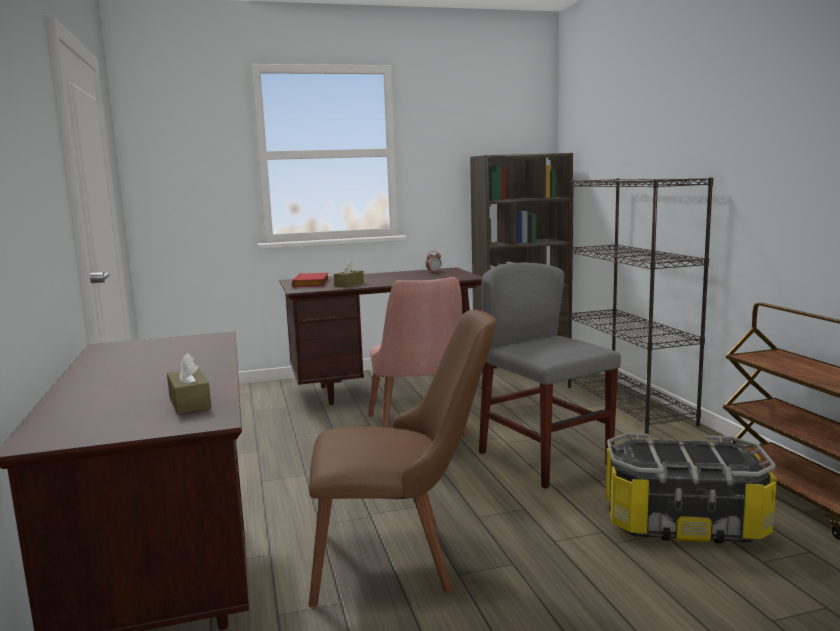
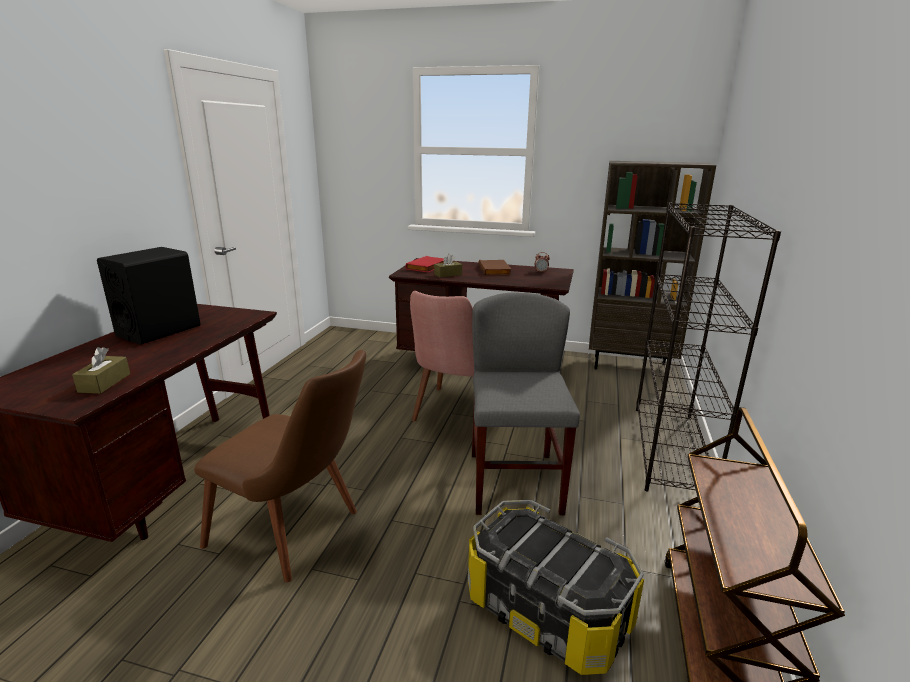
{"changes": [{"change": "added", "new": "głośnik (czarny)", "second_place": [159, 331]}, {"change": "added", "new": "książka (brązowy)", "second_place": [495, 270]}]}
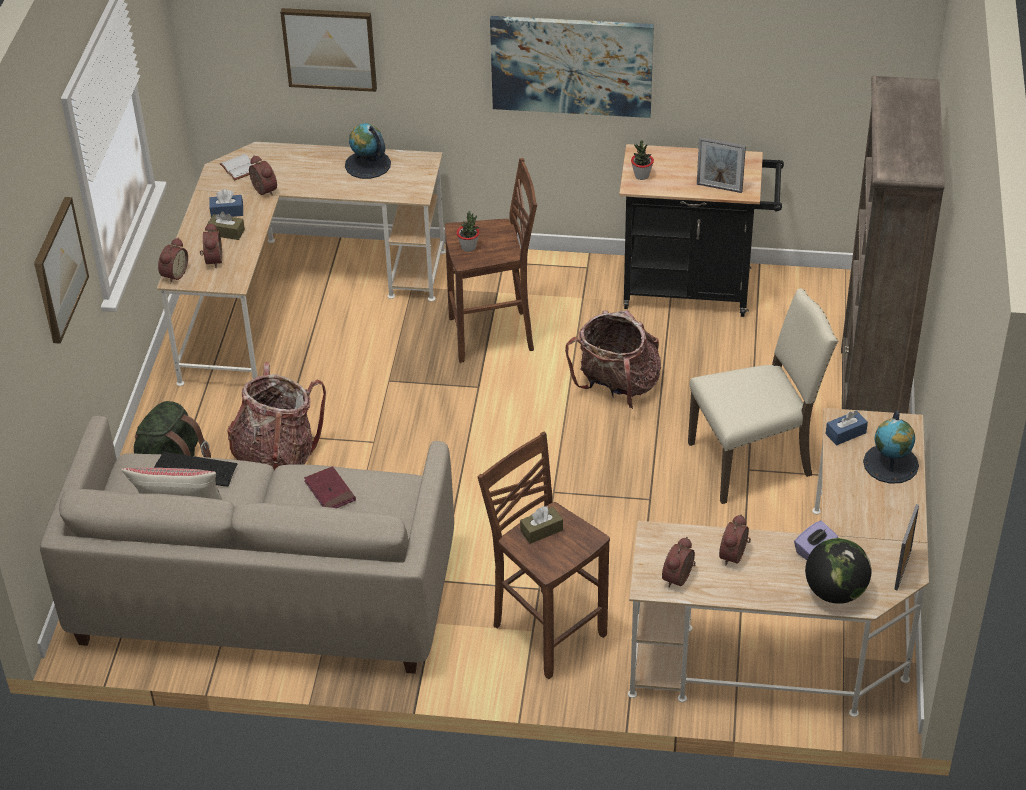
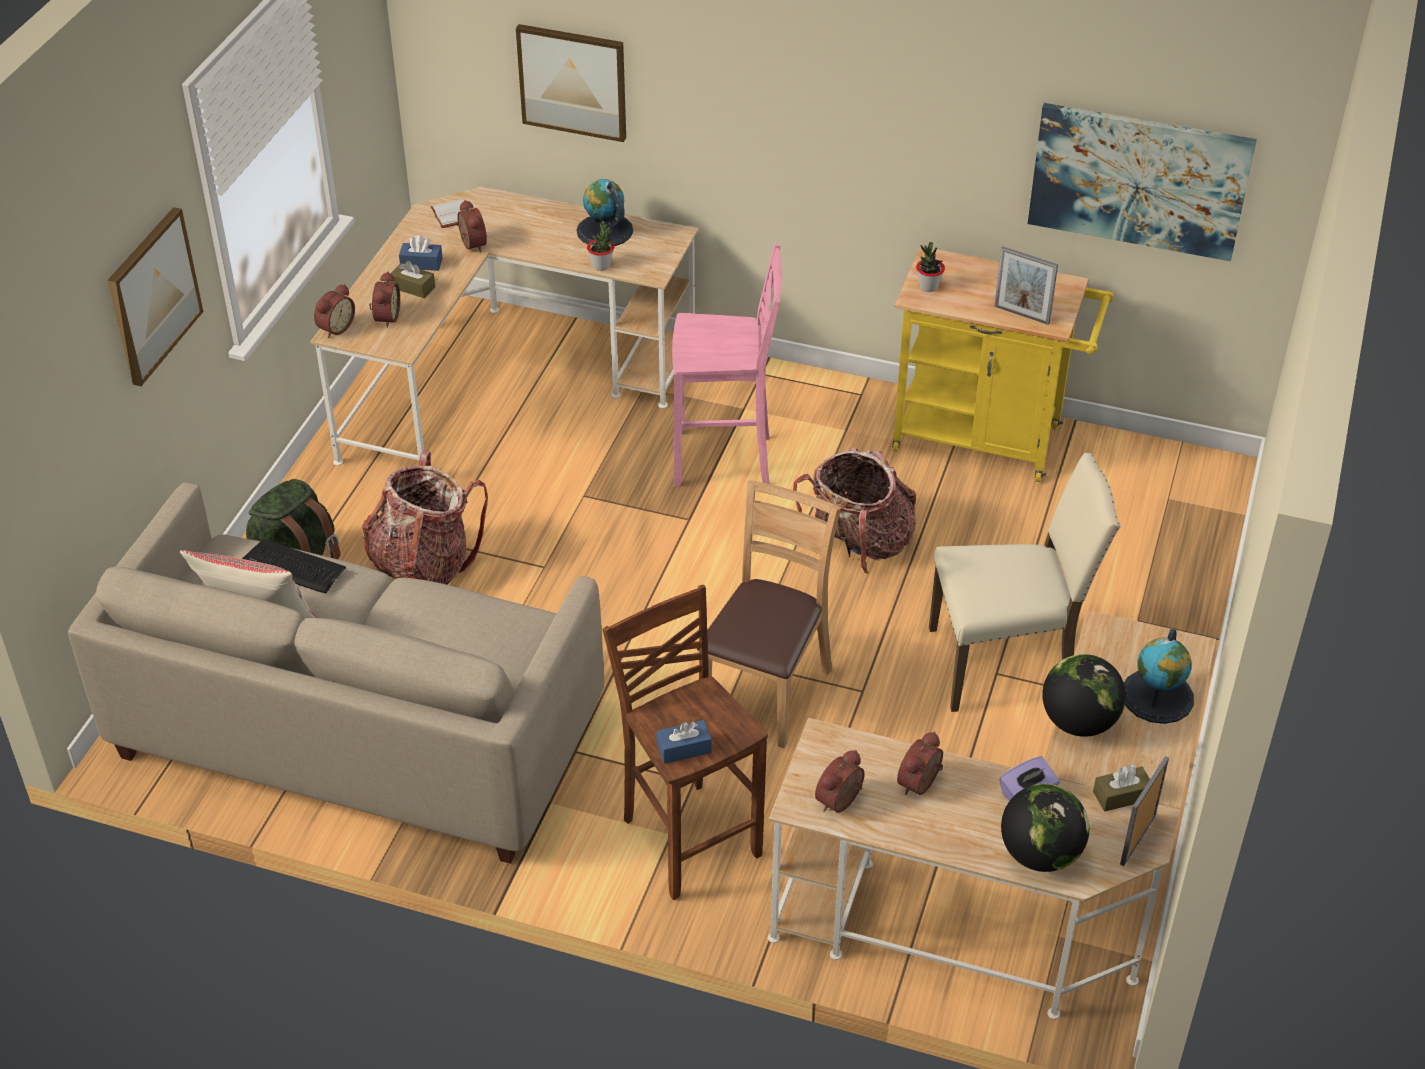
{"changes": [{"change": "moved", "old": "obraz", "first_place": [571, 65], "second_place": [1139, 180]}, {"change": "removed", "old": "regał (brązowy)", "first_place": [870, 401]}, {"change": "recoloured", "old": "wózek (czarny)", "new": "wózek (żółty)", "first_place": [695, 289], "second_place": [987, 440]}, {"change": "recoloured", "old": "stołek (brązowy)", "new": "stołek (różowy)", "first_place": [494, 335], "second_place": [725, 460]}, {"change": "moved", "old": "roślina doniczkowa", "first_place": [468, 247], "second_place": [601, 266]}, {"change": "moved", "old": "pudełko chusteczek (niebieski)", "first_place": [845, 433], "second_place": [684, 749]}, {"change": "removed", "old": "książka (czerwony)", "first_place": [330, 491]}, {"change": "moved", "old": "pudełko chusteczek (brązowy)", "first_place": [541, 530], "second_place": [1121, 796]}, {"change": "added", "new": "krzesło (brązowy)", "second_place": [765, 692]}, {"change": "added", "new": "globus", "second_place": [1078, 722]}]}
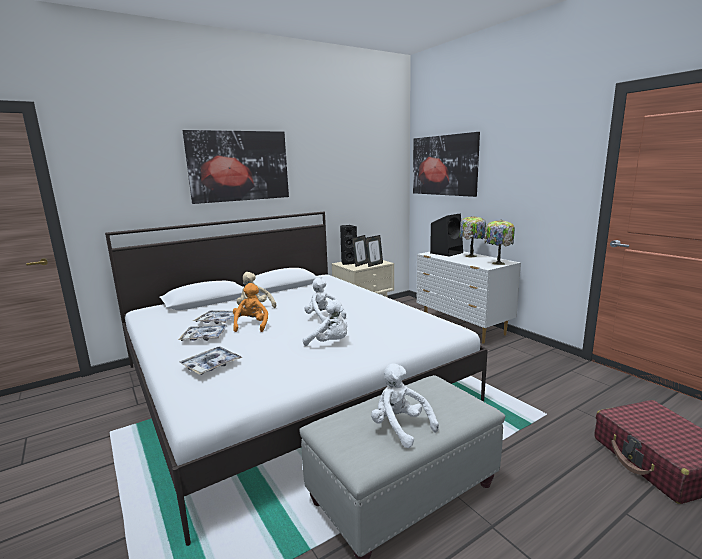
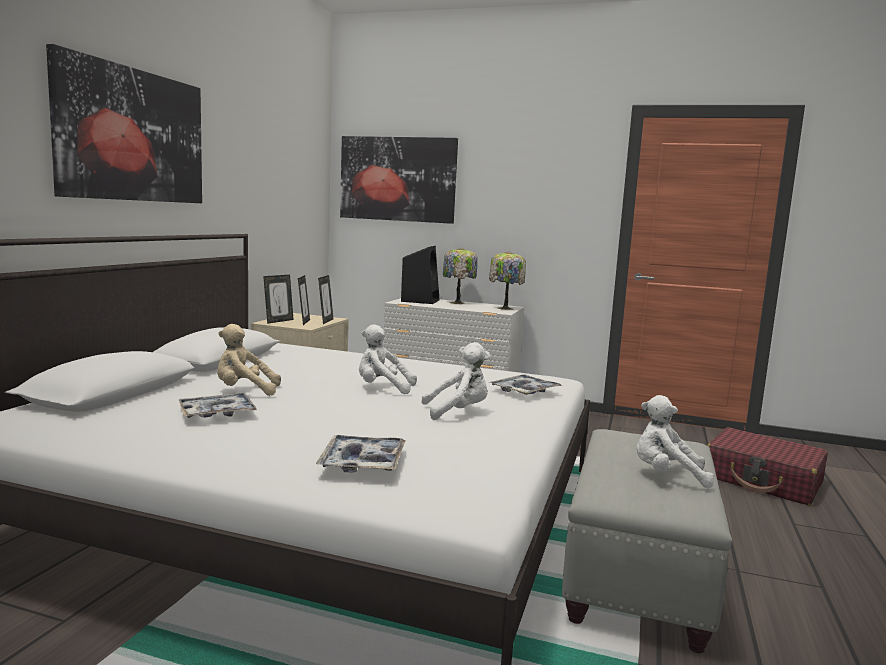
{"changes": [{"change": "replaced", "old": "głośnik (czarny)", "new": "ramka na zdjęcie", "first_place": [348, 262], "second_place": [278, 321]}, {"change": "removed", "old": "pluszak (pomarańczowy)", "first_place": [251, 325]}, {"change": "moved", "old": "taca", "first_place": [204, 337], "second_place": [524, 391]}]}
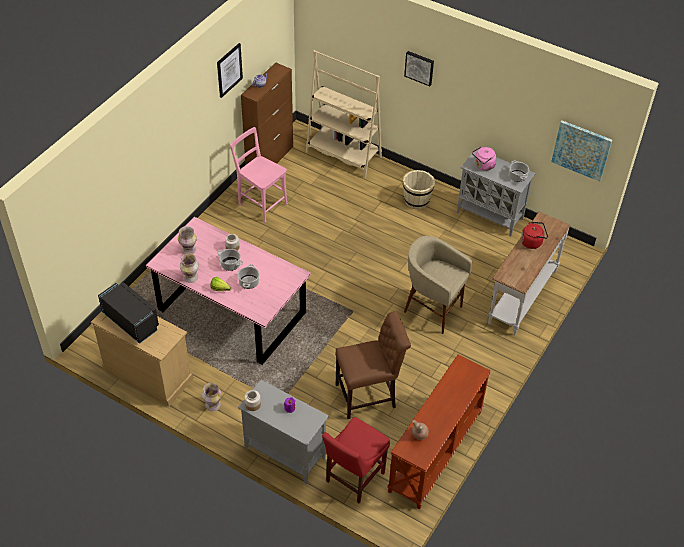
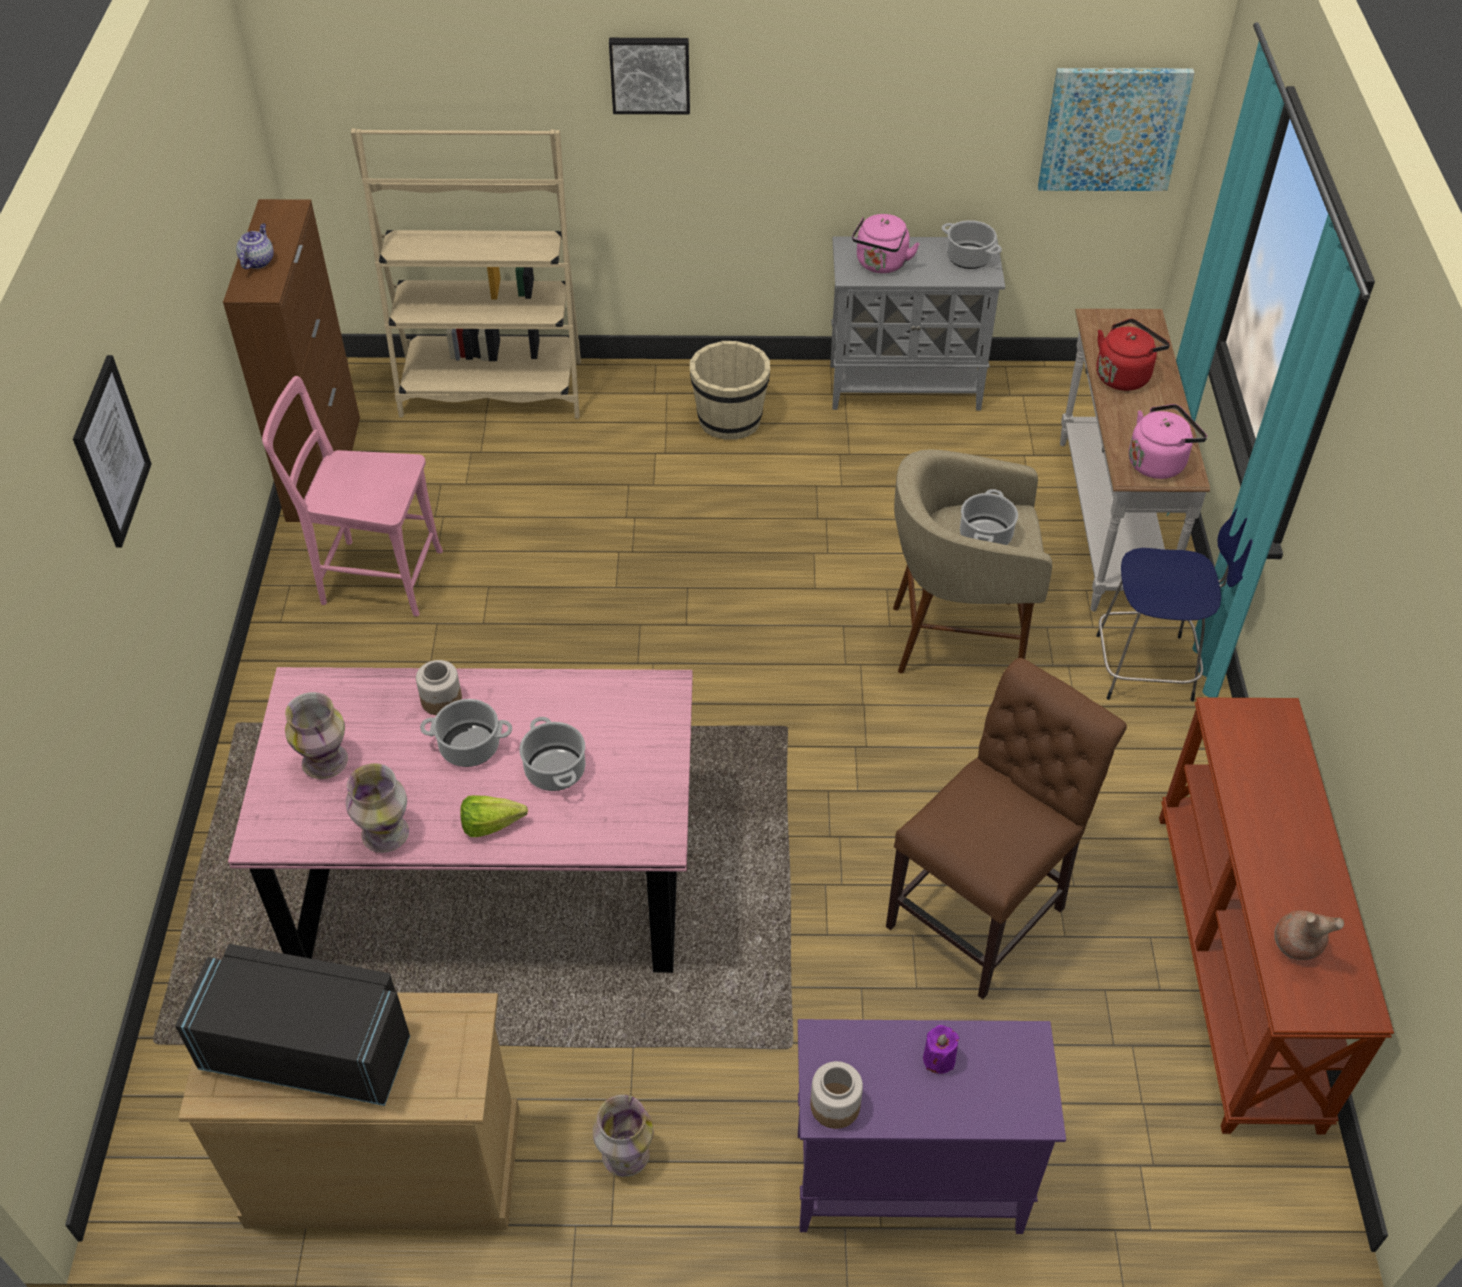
{"changes": [{"change": "moved", "old": "obraz", "first_place": [229, 70], "second_place": [111, 452]}, {"change": "recoloured", "old": "szafka (szary)", "new": "szafka (fioletowy)", "first_place": [284, 453], "second_place": [905, 1182]}, {"change": "removed", "old": "krzesło (czerwony)", "first_place": [353, 479]}, {"change": "added", "new": "czajnik (różowy)", "second_place": [1159, 462]}, {"change": "added", "new": "garnek", "second_place": [985, 535]}, {"change": "added", "new": "stołek (niebieski)", "second_place": [1149, 667]}]}
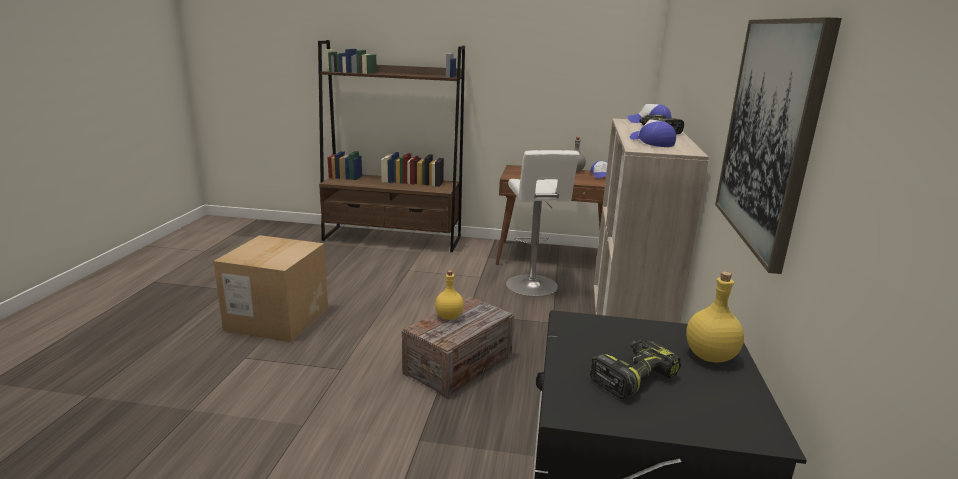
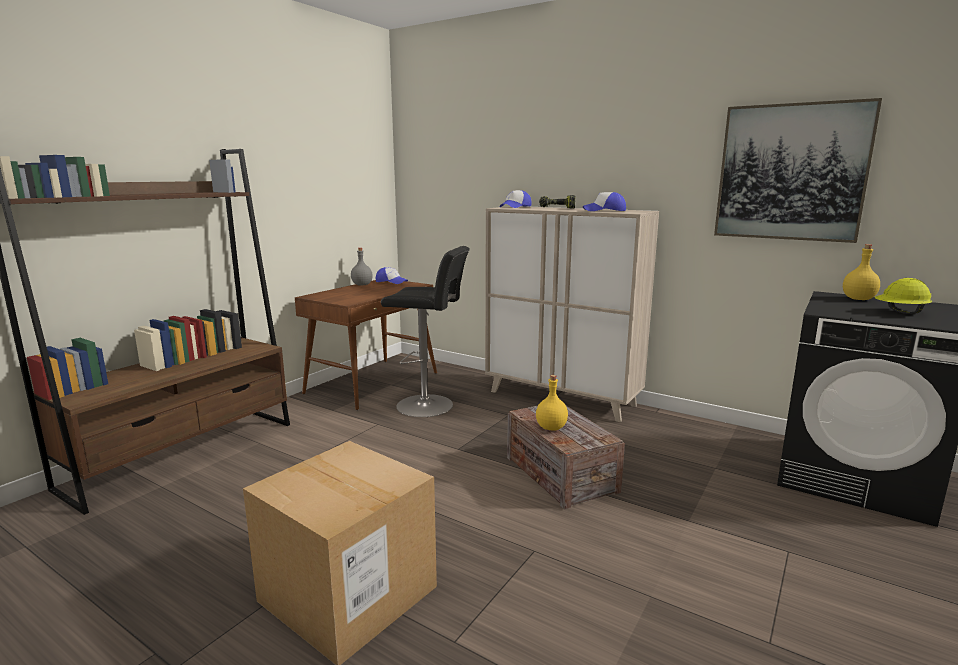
{"changes": [{"change": "recoloured", "old": "stołek (biały)", "new": "stołek (czarny)", "first_place": [533, 287], "second_place": [429, 406]}, {"change": "replaced", "old": "wiertarka", "new": "kask (żółty)", "first_place": [632, 377], "second_place": [900, 312]}]}
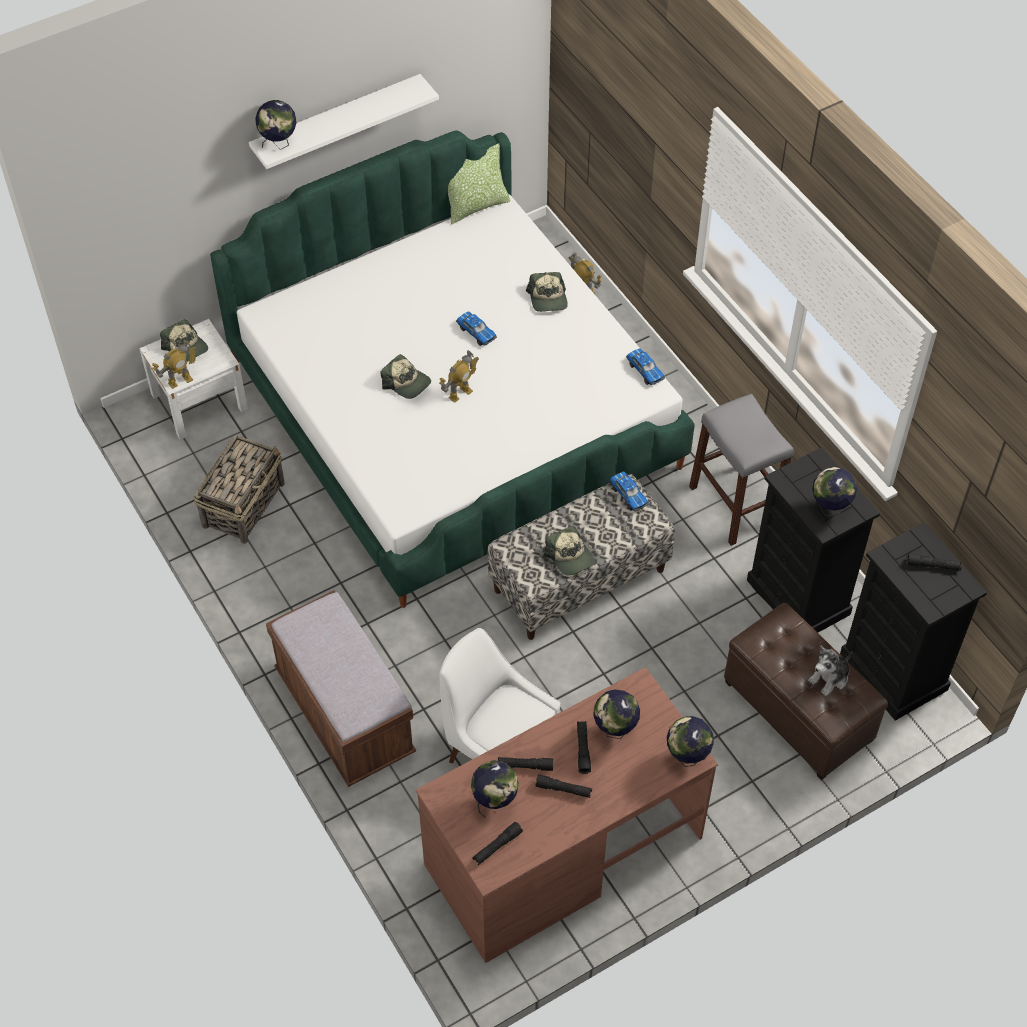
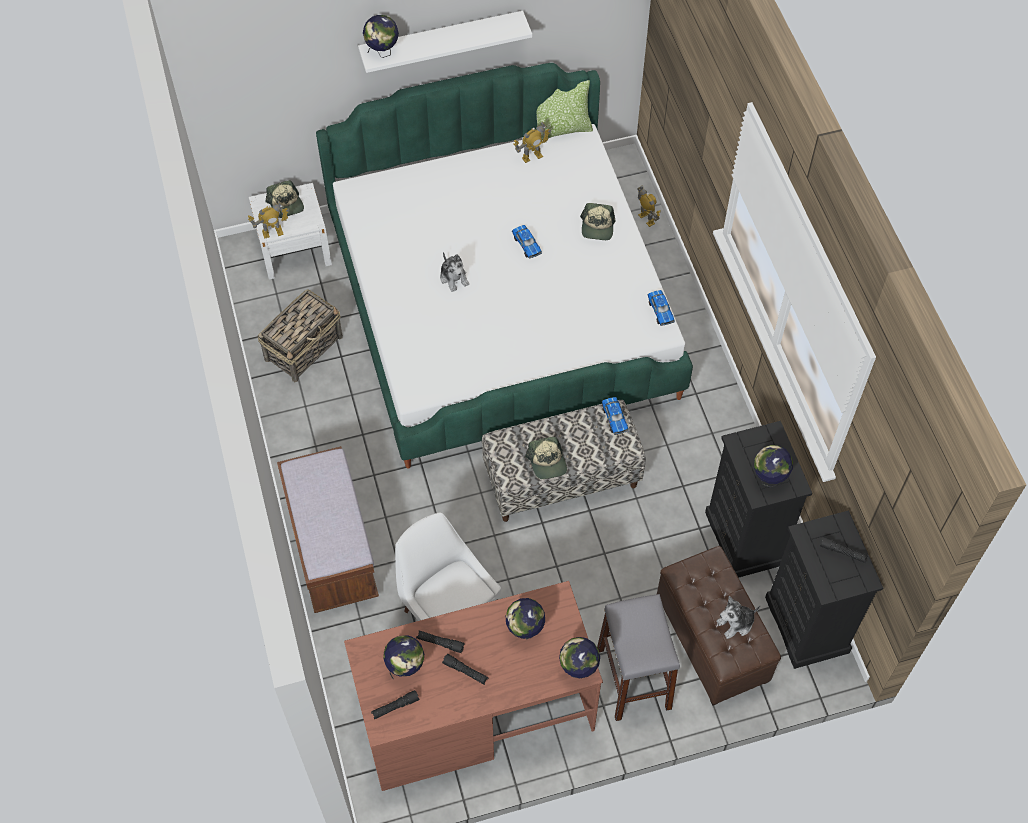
{"changes": [{"change": "moved", "old": "robot zabawkowy", "first_place": [460, 394], "second_place": [532, 157]}, {"change": "replaced", "old": "czapka z daszkiem", "new": "pluszak", "first_place": [406, 383], "second_place": [454, 277]}, {"change": "moved", "old": "stołek (szary)", "first_place": [735, 505], "second_place": [634, 678]}, {"change": "removed", "old": "latarka (czarny)", "first_place": [583, 749]}]}
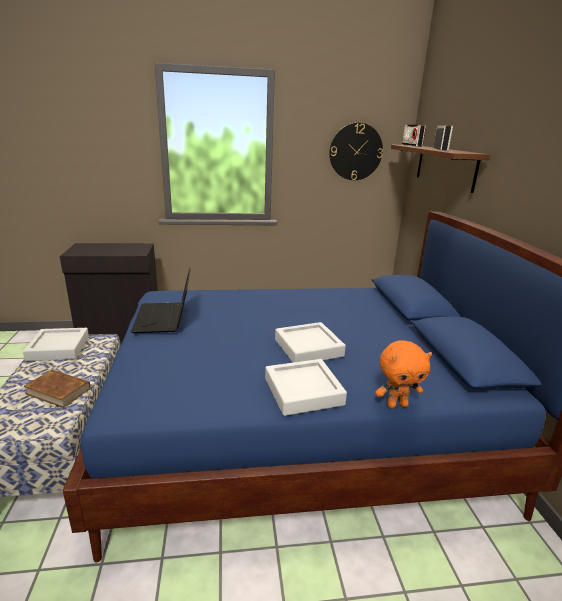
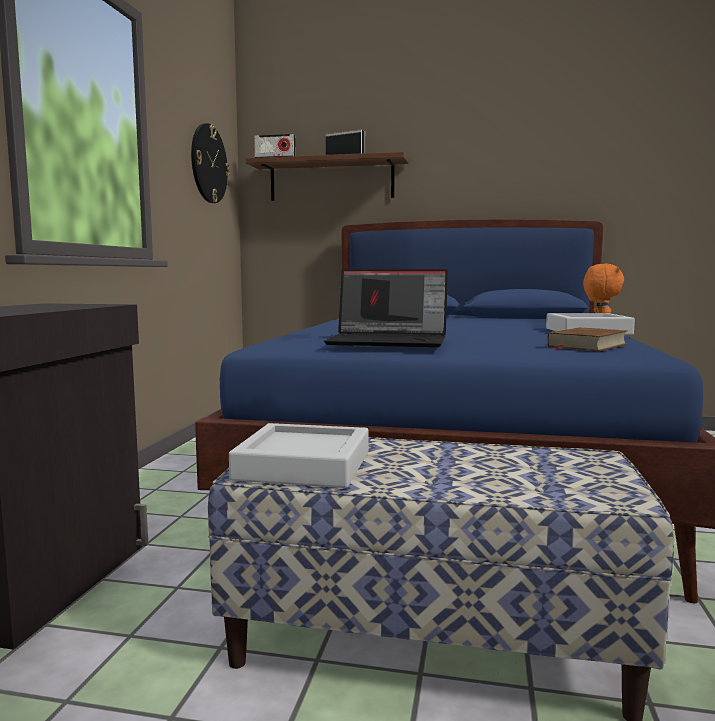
{"changes": [{"change": "removed", "old": "taca (szary)", "first_place": [308, 348]}, {"change": "moved", "old": "książka (brązowy)", "first_place": [58, 391], "second_place": [586, 345]}]}
